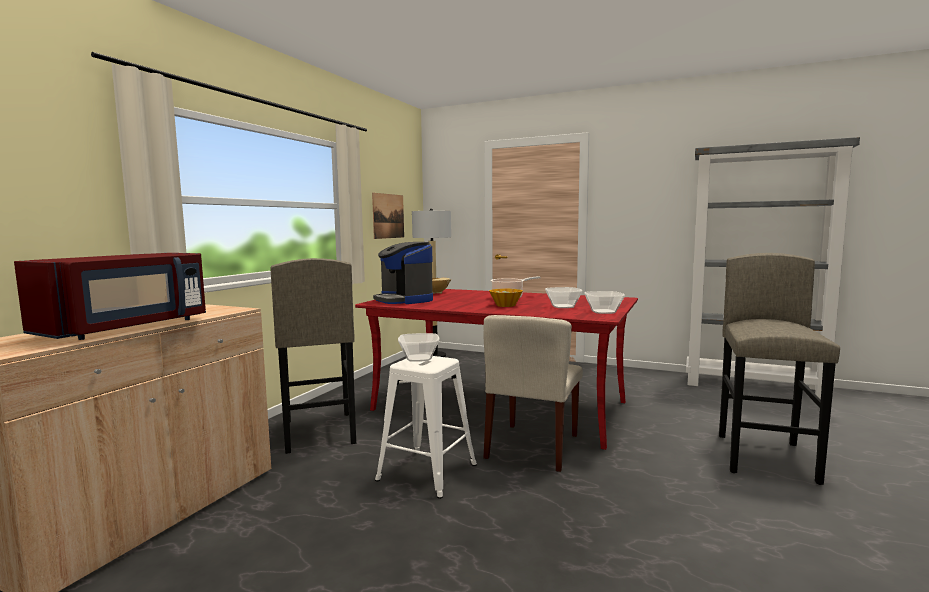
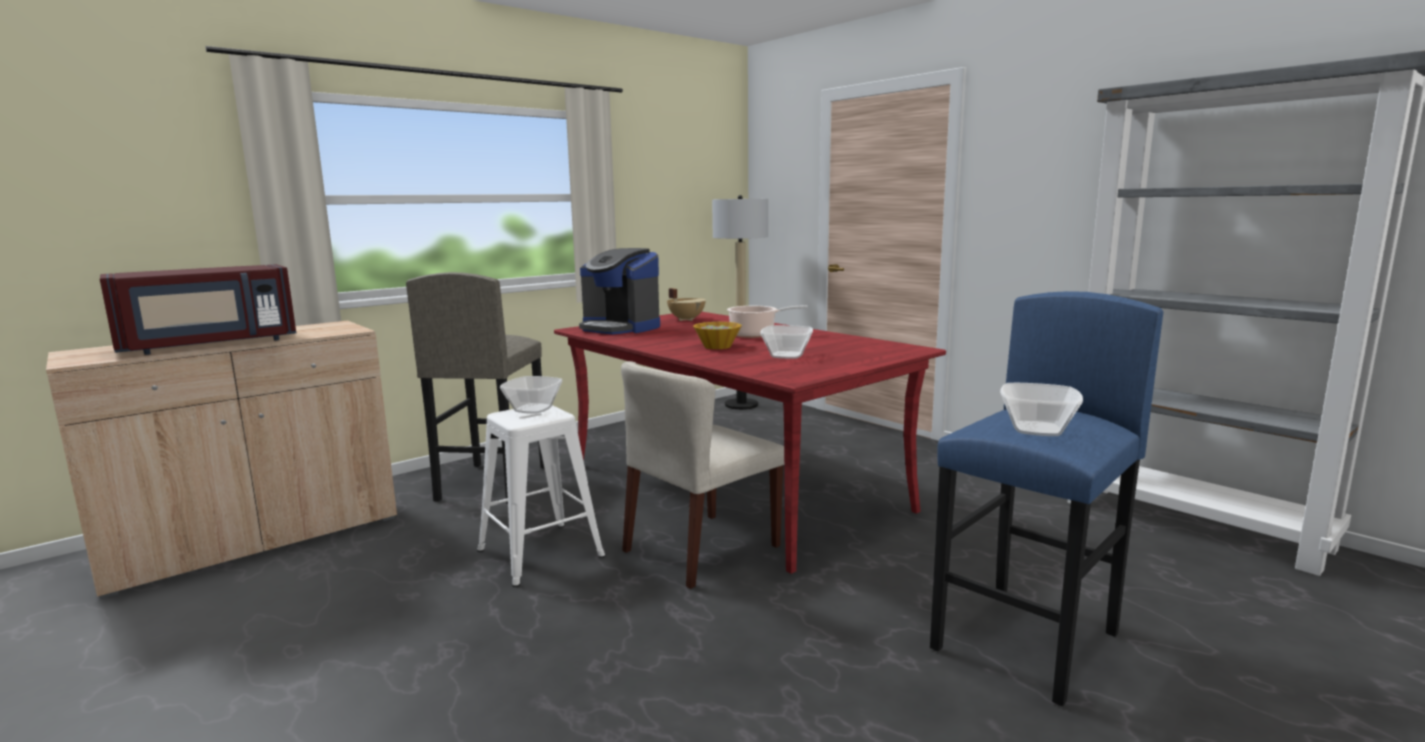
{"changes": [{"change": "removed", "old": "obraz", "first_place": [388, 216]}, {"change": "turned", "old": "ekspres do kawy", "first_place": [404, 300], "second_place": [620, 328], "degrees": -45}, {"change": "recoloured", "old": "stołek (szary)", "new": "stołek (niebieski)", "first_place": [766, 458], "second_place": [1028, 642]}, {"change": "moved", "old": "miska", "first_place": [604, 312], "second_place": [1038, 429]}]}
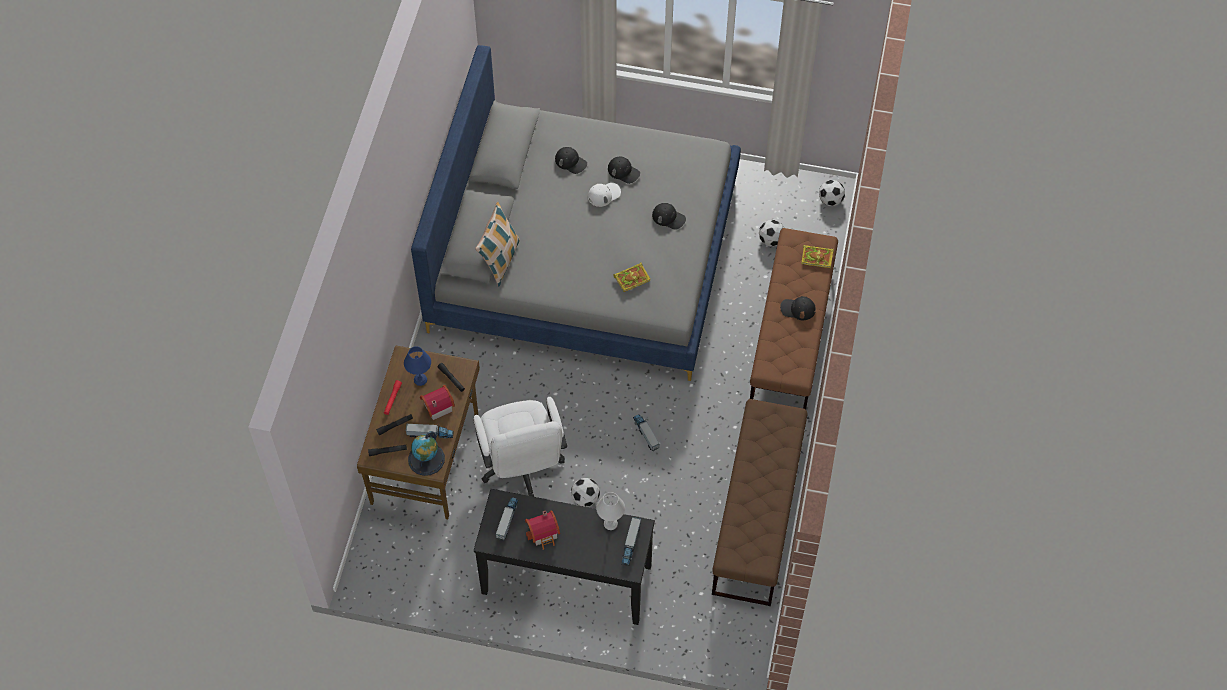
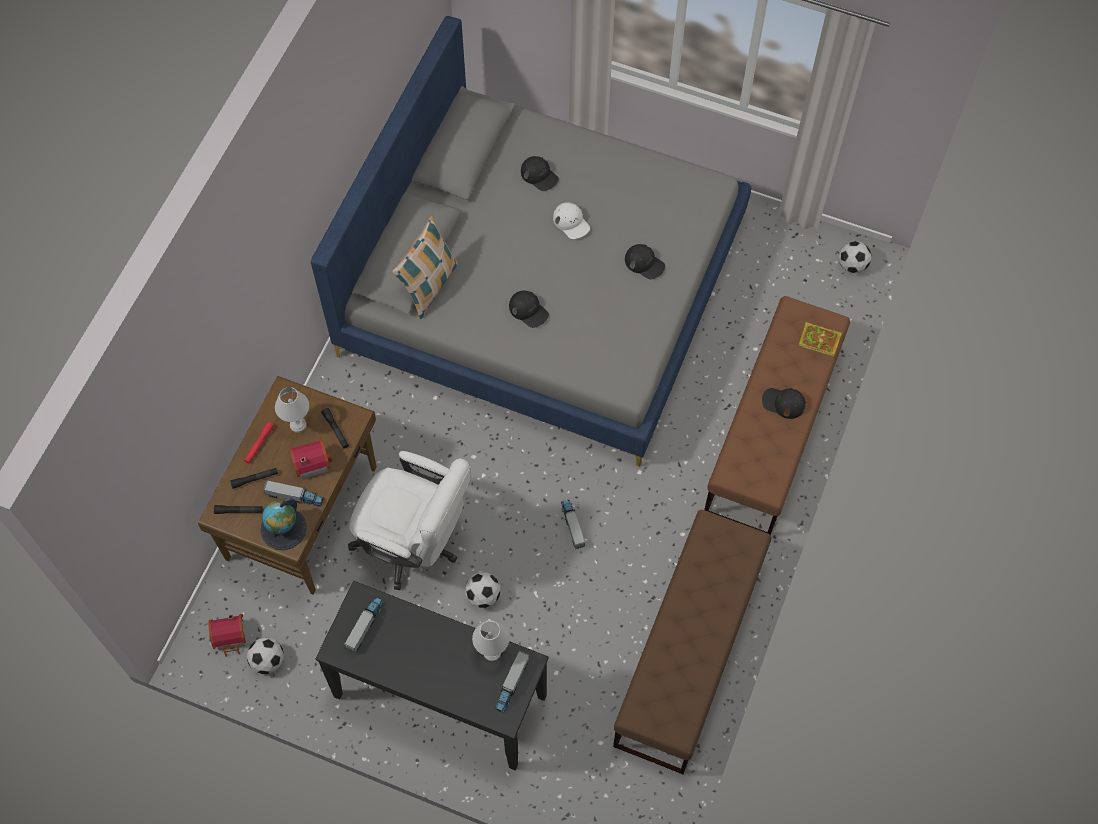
{"changes": [{"change": "moved", "old": "czapka z daszkiem (czarny)", "first_place": [623, 171], "second_place": [528, 310]}, {"change": "turned", "old": "czapka z daszkiem (biały)", "first_place": [604, 194], "second_place": [571, 222], "degrees": 75}, {"change": "moved", "old": "piłka futbolowa", "first_place": [771, 240], "second_place": [268, 661]}, {"change": "removed", "old": "książka", "first_place": [632, 278]}, {"change": "recoloured", "old": "lampa stołowa (niebieski)", "new": "lampa stołowa (biały)", "first_place": [419, 380], "second_place": [297, 425]}, {"change": "turned", "old": "krzesło biurowe (biały)", "first_place": [522, 468], "second_place": [415, 544], "degrees": -60}, {"change": "moved", "old": "domek", "first_place": [544, 534], "second_place": [231, 638]}]}
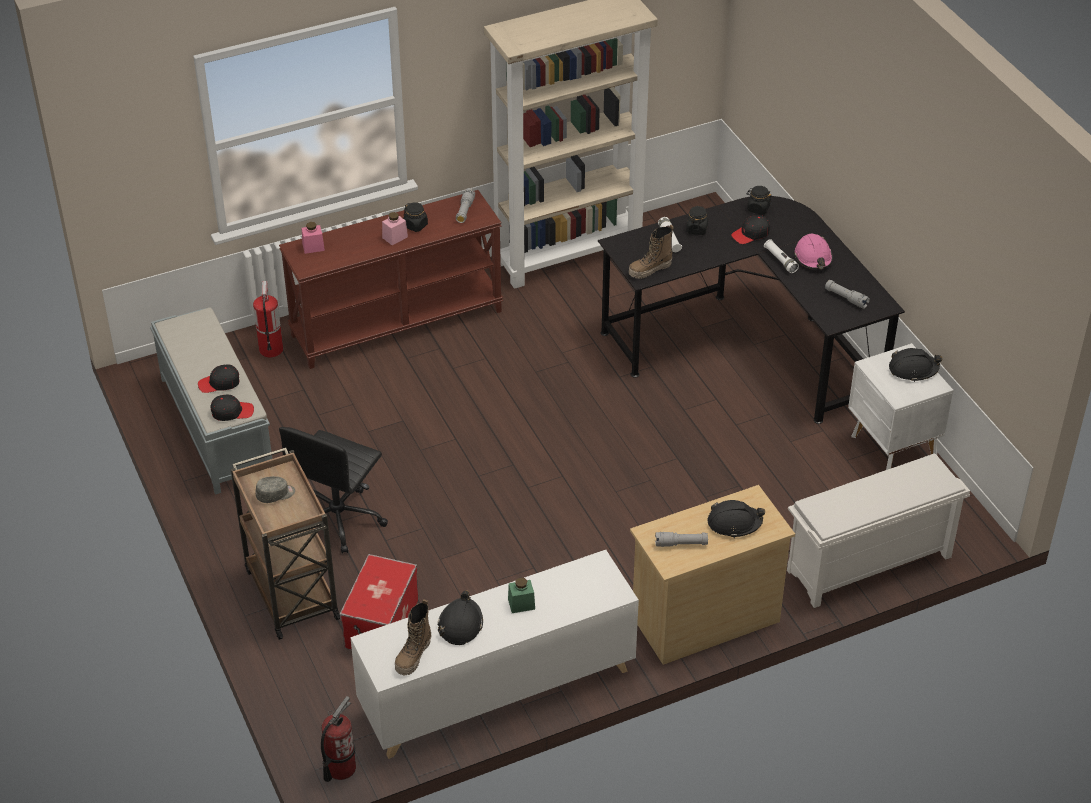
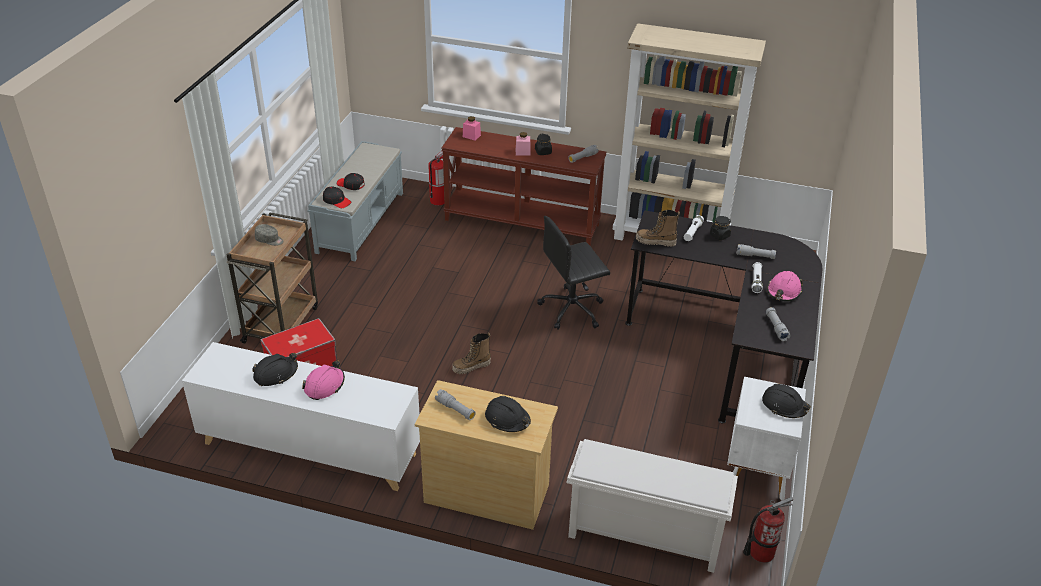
{"changes": [{"change": "removed", "old": "słoik (czarny)", "first_place": [758, 208]}, {"change": "replaced", "old": "czapka z daszkiem (czarny)", "new": "latarka (szary)", "first_place": [751, 234], "second_place": [755, 256]}, {"change": "moved", "old": "krzesło biurowe (czarny)", "first_place": [339, 518], "second_place": [573, 309]}, {"change": "replaced", "old": "słoik (zielony)", "new": "kask (różowy)", "first_place": [521, 604], "second_place": [324, 385]}, {"change": "moved", "old": "but z cholewką", "first_place": [414, 656], "second_place": [471, 367]}, {"change": "moved", "old": "gaśnica", "first_place": [340, 768], "second_place": [761, 552]}]}
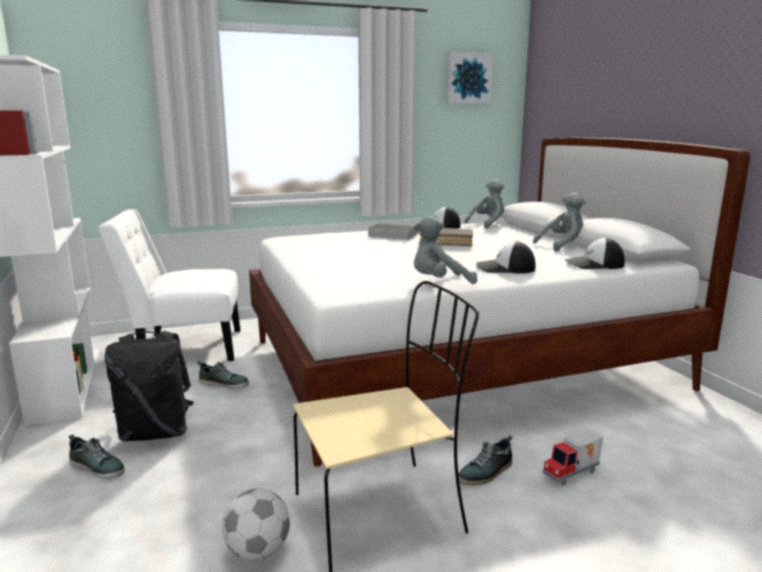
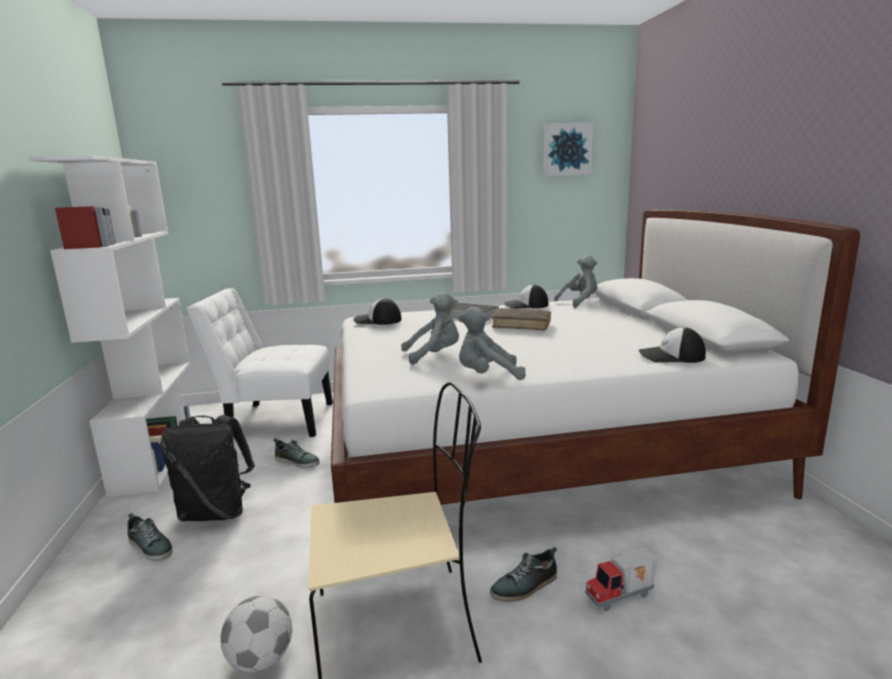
{"changes": [{"change": "moved", "old": "pluszak (szary)", "first_place": [562, 246], "second_place": [434, 355]}, {"change": "moved", "old": "czapka z daszkiem", "first_place": [505, 268], "second_place": [377, 320]}]}
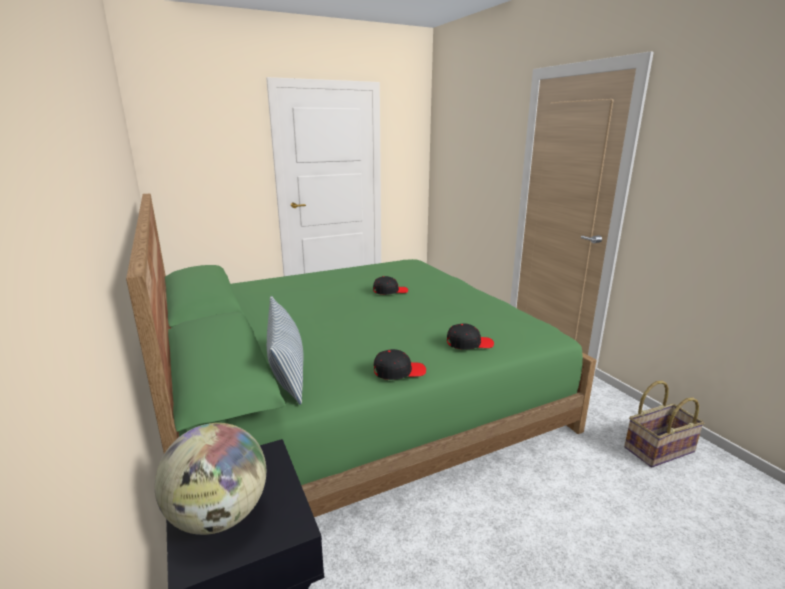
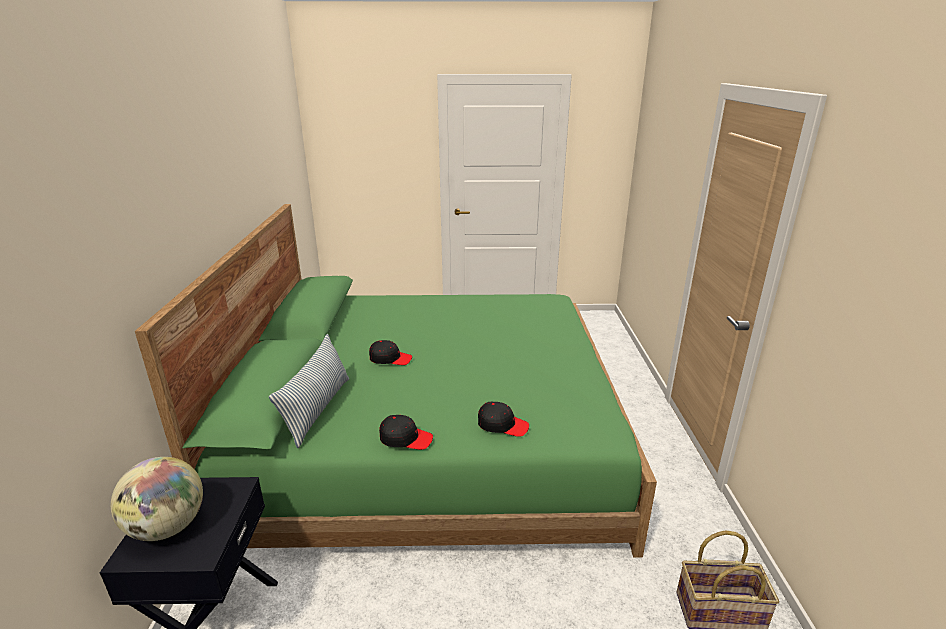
{"changes": [{"change": "moved", "old": "czapka z daszkiem (czarny)", "first_place": [390, 291], "second_place": [390, 358]}]}
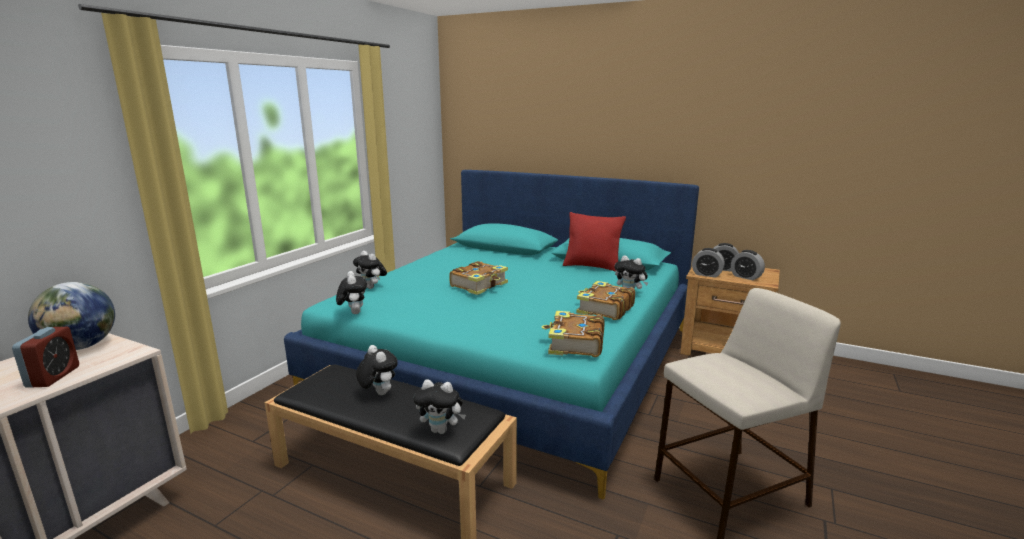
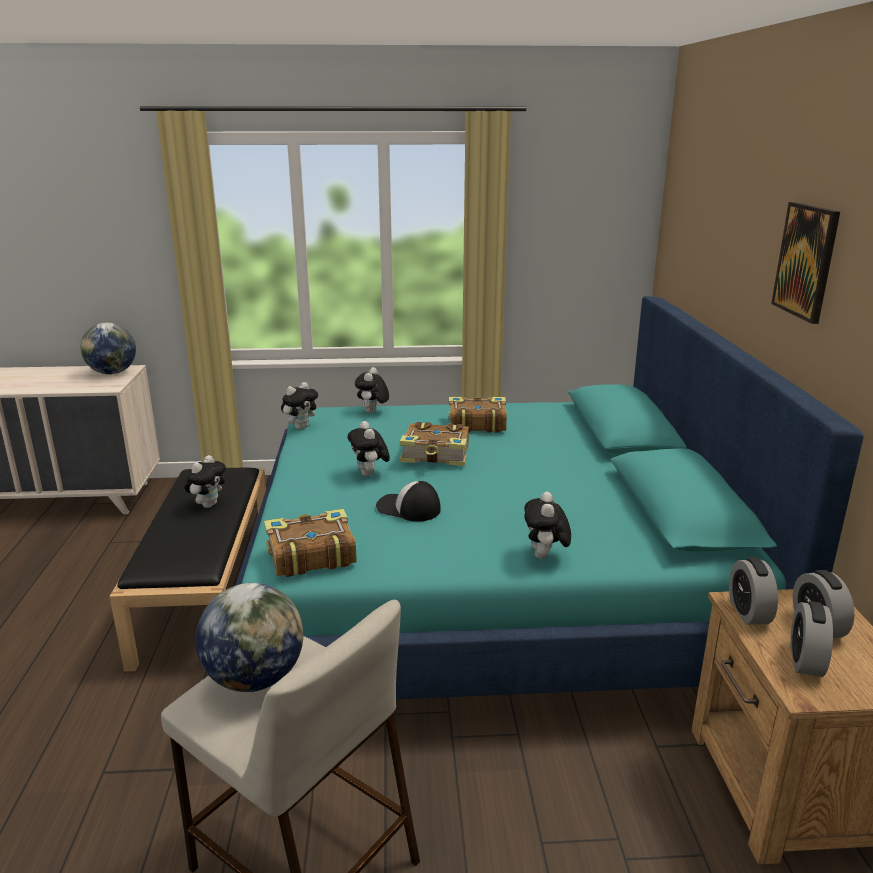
{"changes": [{"change": "removed", "old": "poduszka (czerwony)", "first_place": [592, 267]}, {"change": "moved", "old": "książka", "first_place": [604, 309], "second_place": [476, 423]}, {"change": "removed", "old": "budzik", "first_place": [53, 377]}, {"change": "moved", "old": "pluszak", "first_place": [441, 430], "second_place": [370, 474]}, {"change": "added", "new": "obraz", "second_place": [806, 261]}, {"change": "added", "new": "czapka z daszkiem", "second_place": [408, 508]}, {"change": "added", "new": "globus", "second_place": [255, 678]}]}
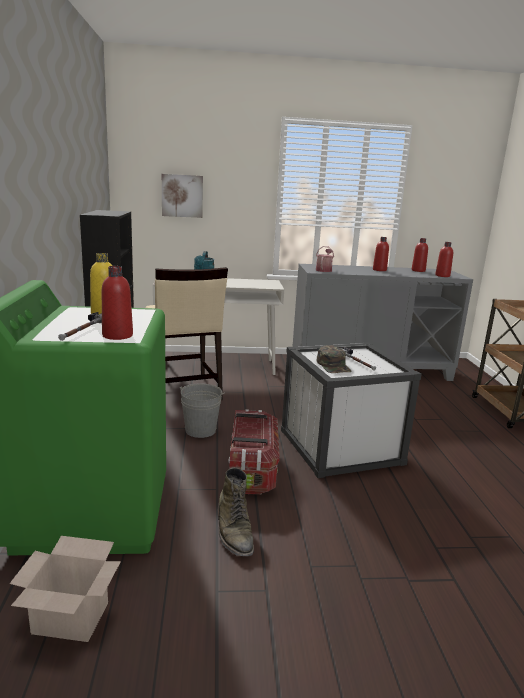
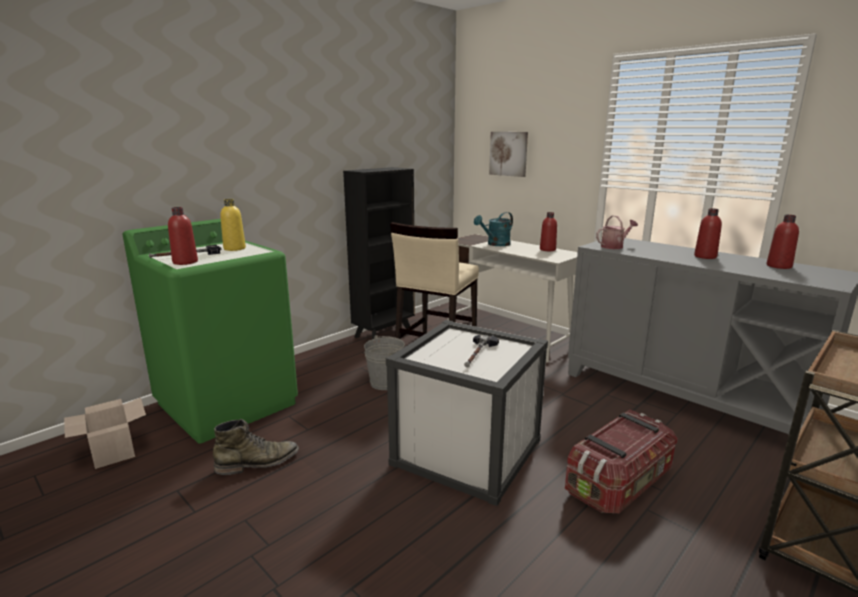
{"changes": [{"change": "moved", "old": "butelka (czerwony)", "first_place": [442, 276], "second_place": [547, 249]}, {"change": "removed", "old": "czapka z daszkiem (zielony)", "first_place": [333, 366]}, {"change": "moved", "old": "pojemnik do przechowywania", "first_place": [252, 469], "second_place": [620, 483]}, {"change": "turned", "old": "but z cholewką (zielony)", "first_place": [234, 531], "second_place": [258, 463], "degrees": -150}]}
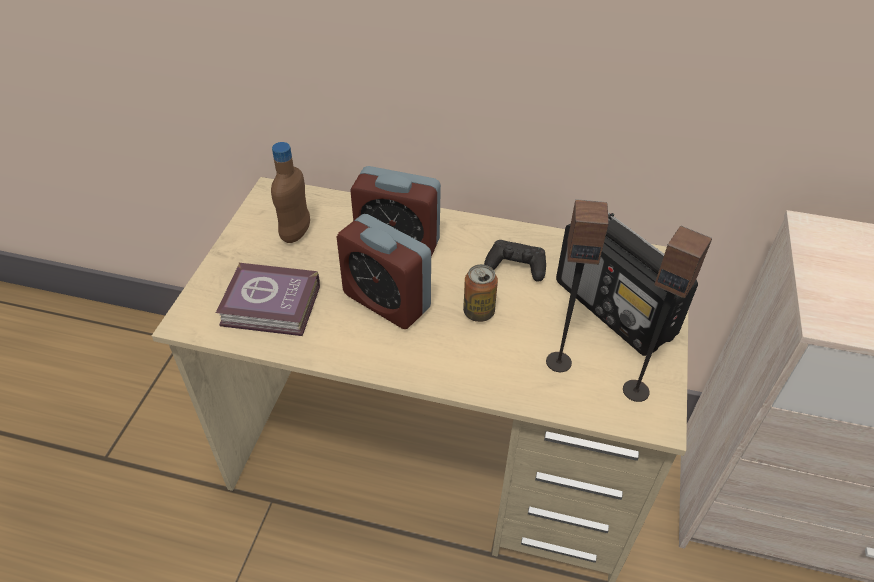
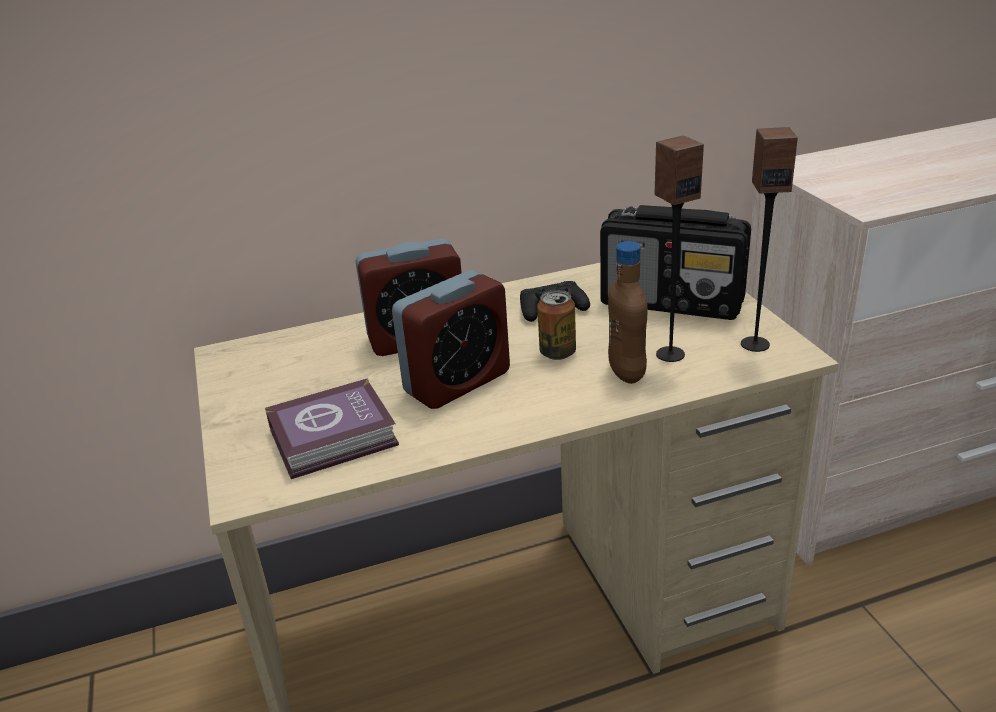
{"changes": [{"change": "moved", "old": "butelka (brązowy)", "first_place": [296, 233], "second_place": [627, 373]}, {"change": "turned", "old": "budzik", "first_place": [386, 301], "second_place": [457, 382], "degrees": -45}]}
